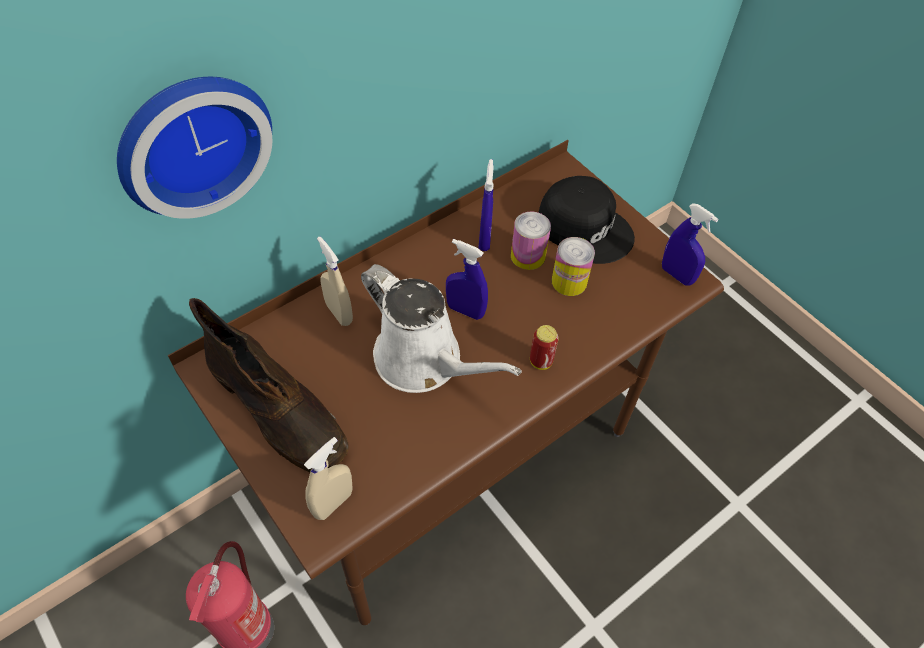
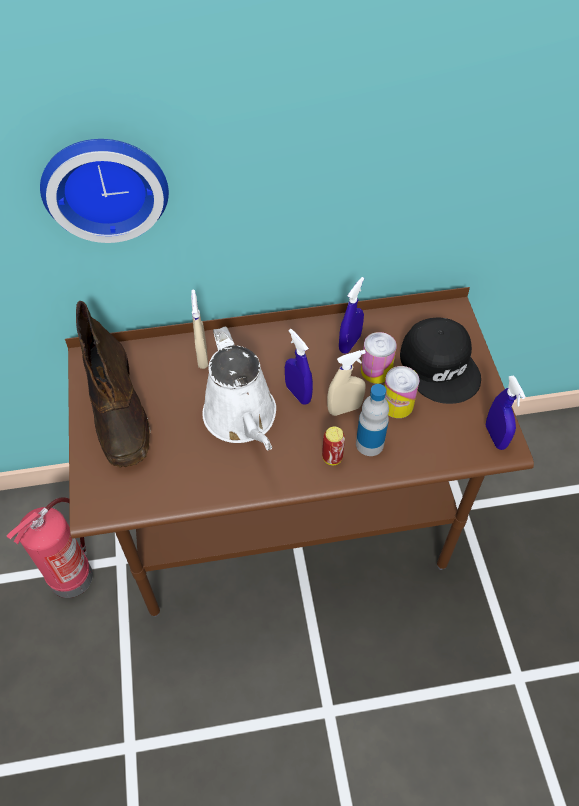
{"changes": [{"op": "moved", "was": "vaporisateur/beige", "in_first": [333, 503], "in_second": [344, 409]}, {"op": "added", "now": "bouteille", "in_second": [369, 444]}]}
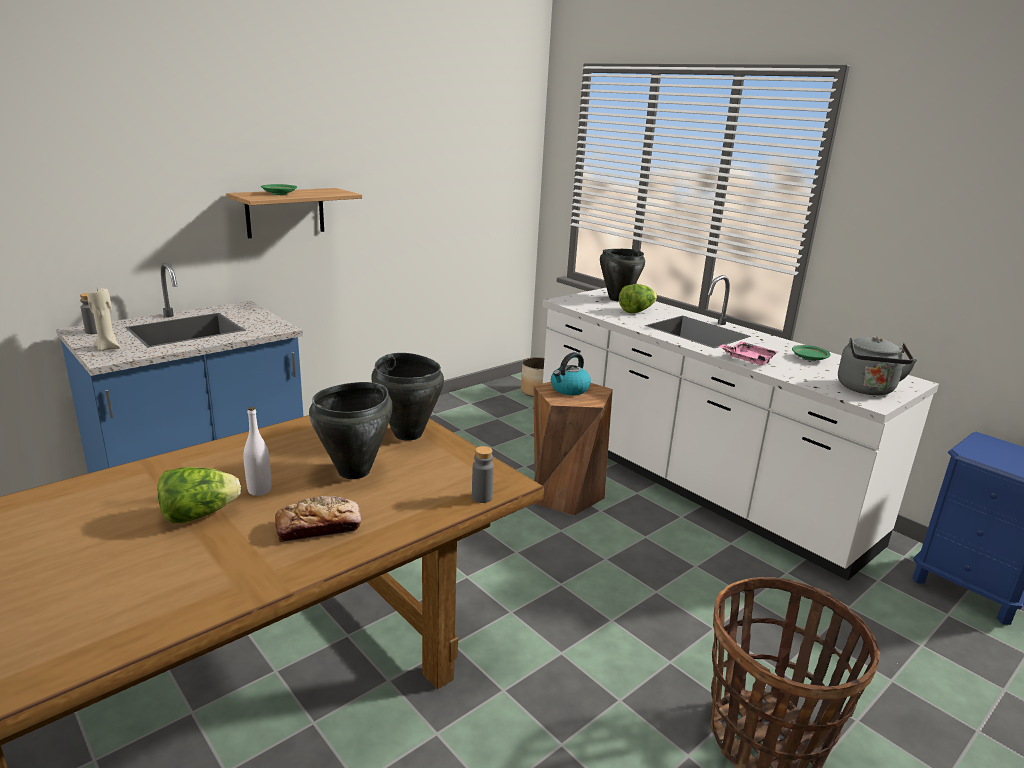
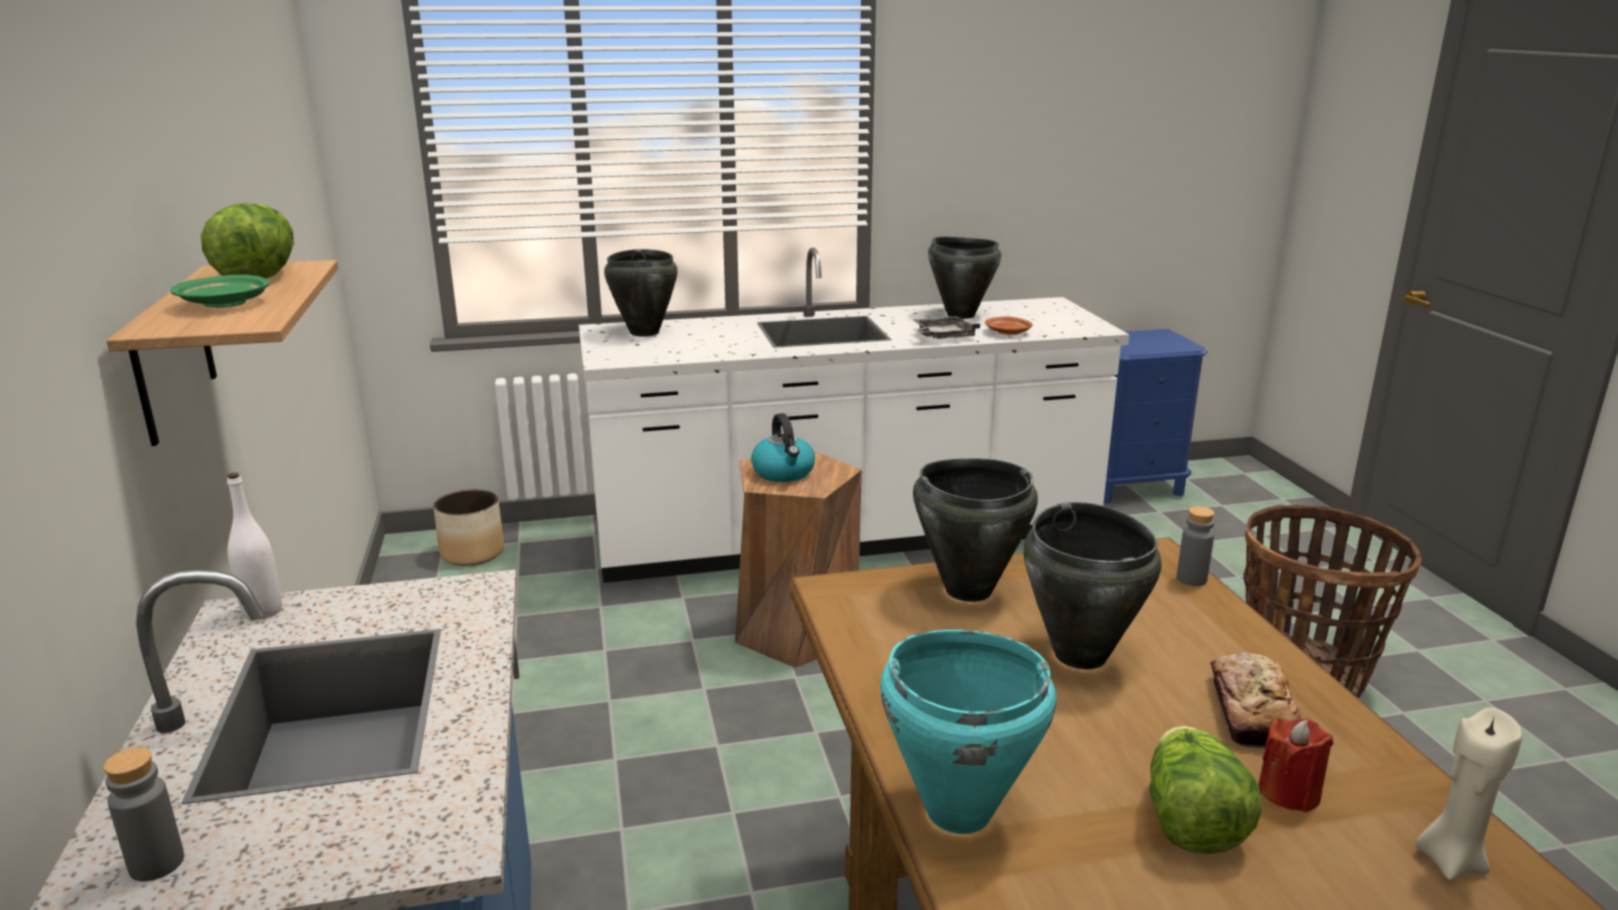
{"changes": [{"op": "moved", "was": "laitue", "in_first": [636, 311], "in_second": [260, 275]}, {"op": "moved", "was": "bougie/beige", "in_first": [108, 348], "in_second": [1450, 860]}, {"op": "removed", "was": "bouilloire/gris", "in_first": [867, 390]}, {"op": "recoloured", "was": "plateau/rose", "now": "plateau/gris", "in_first": [748, 359], "in_second": [942, 336]}, {"op": "replaced", "was": "assiette/vert", "now": "marmite/noir", "in_first": [809, 358], "in_second": [960, 315]}, {"op": "moved", "was": "bouteille/blanc", "in_first": [259, 490], "in_second": [262, 611]}, {"op": "added", "now": "assiette/marron", "in_second": [1008, 333]}, {"op": "added", "now": "marmite/turquoise", "in_second": [957, 811]}, {"op": "added", "now": "bougie/rouge", "in_second": [1289, 792]}]}
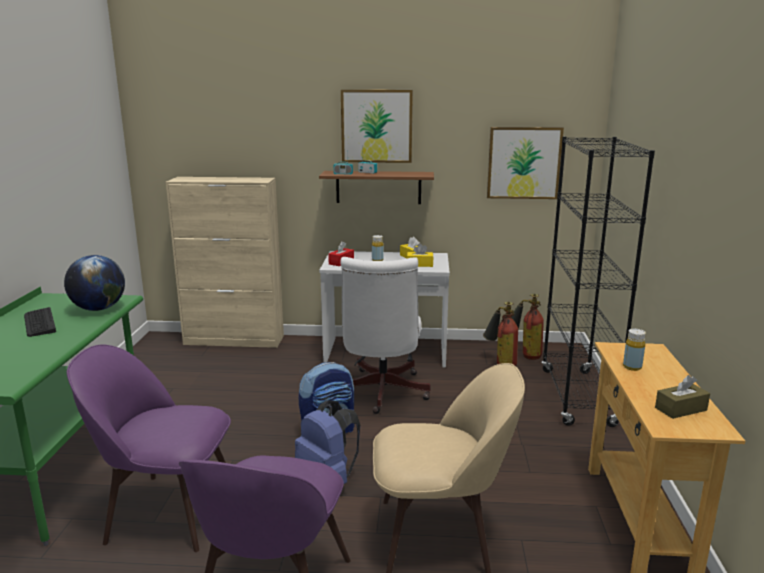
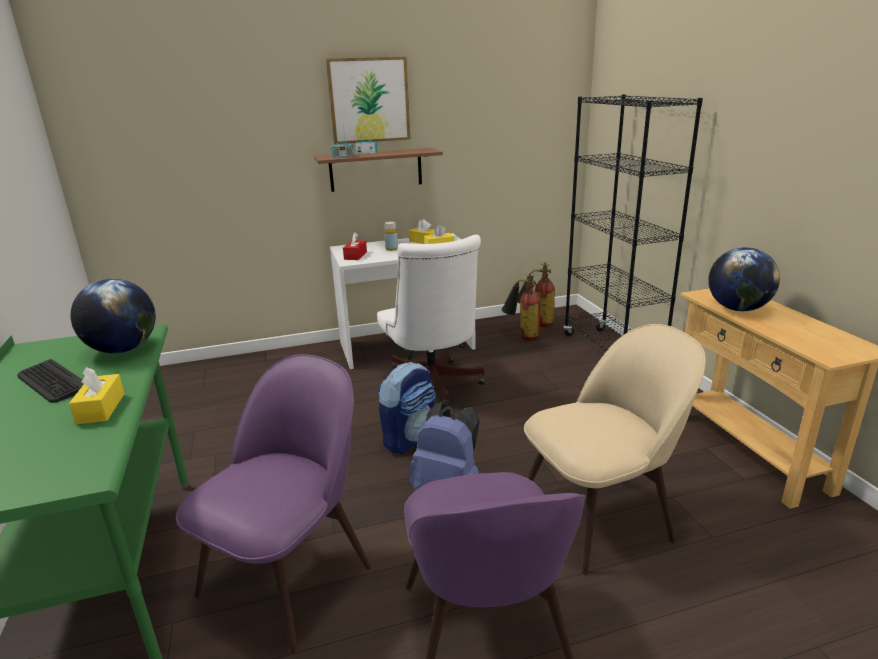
{"changes": [{"op": "removed", "was": "tableau", "in_first": [524, 163]}, {"op": "removed", "was": "meuble de rangement/beige", "in_first": [234, 340]}, {"op": "replaced", "was": "bouteille/jaune", "now": "globe", "in_first": [632, 367], "in_second": [737, 309]}, {"op": "turned", "was": "chaise/violet", "in_first": [166, 510], "in_second": [291, 575], "clockwise": 135}, {"op": "removed", "was": "boîte à mouchoirs/marron", "in_first": [680, 409]}, {"op": "added", "now": "boîte à mouchoirs/jaune", "in_second": [101, 408]}]}
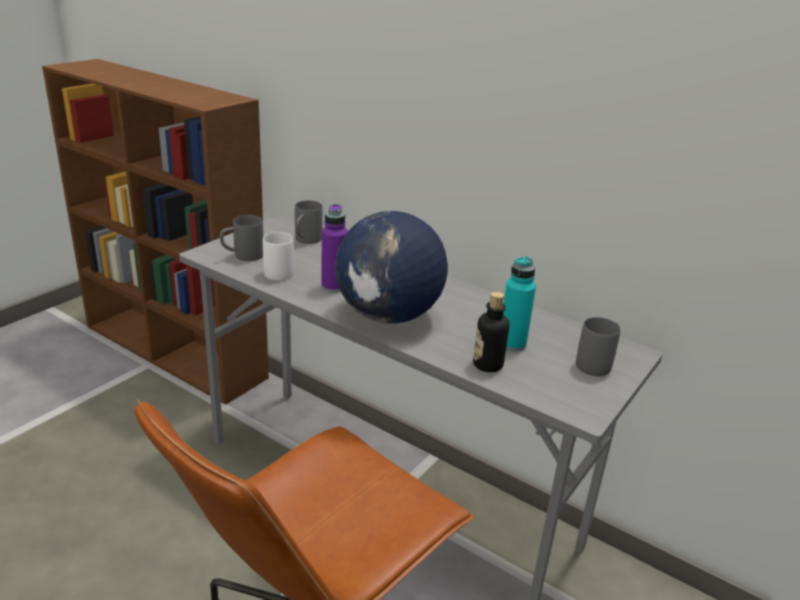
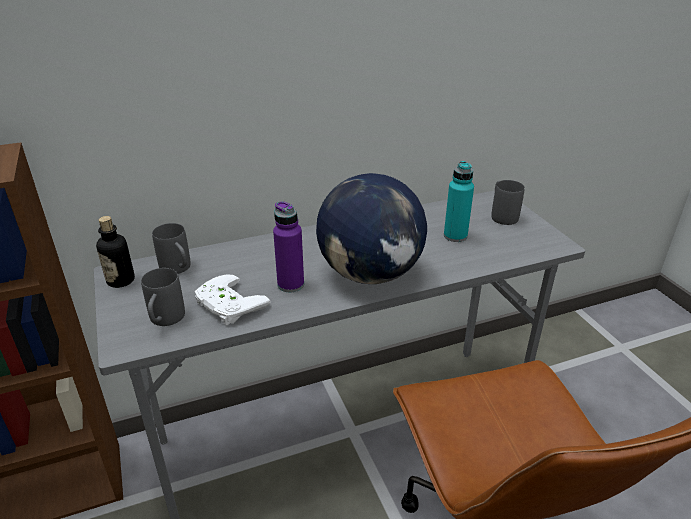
{"changes": [{"op": "replaced", "was": "mug/blanc", "now": "manette/blanc", "in_first": [281, 271], "in_second": [226, 305]}, {"op": "moved", "was": "bouteille", "in_first": [487, 365], "in_second": [121, 280]}]}
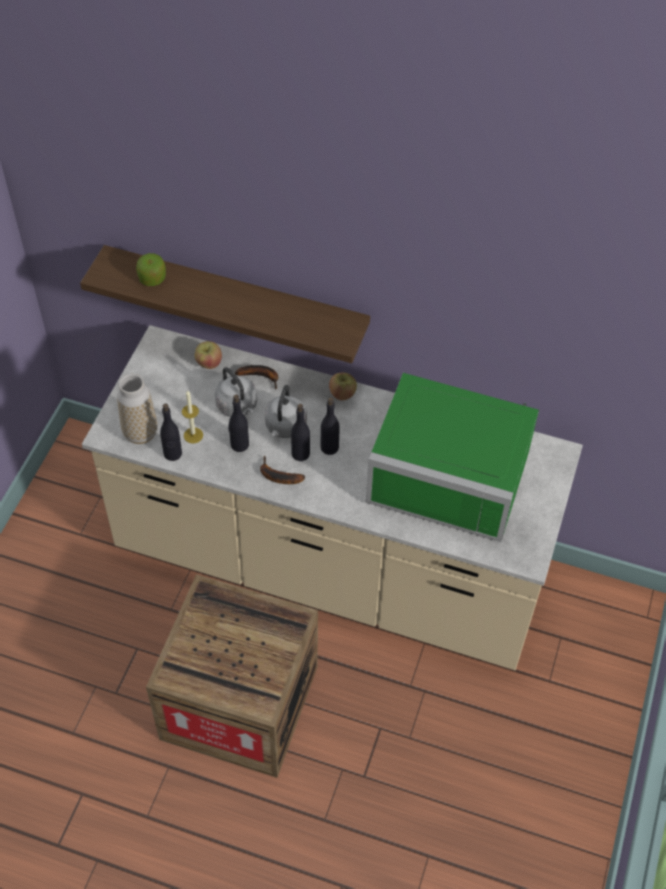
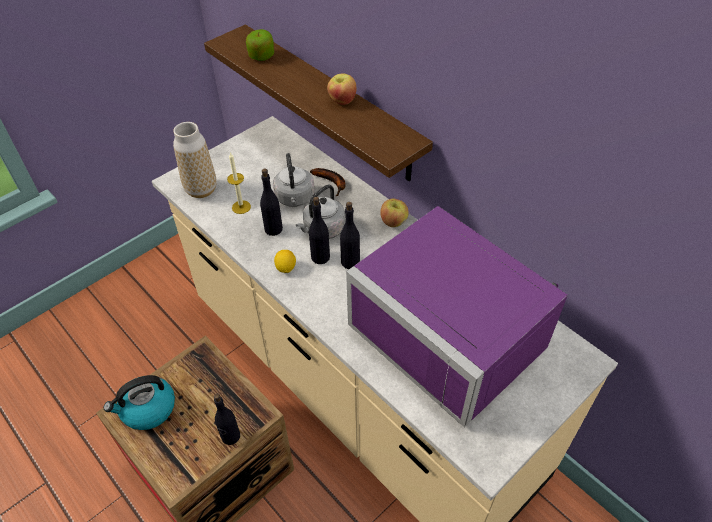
{"changes": [{"op": "moved", "was": "pomme", "in_first": [209, 363], "in_second": [342, 100]}, {"op": "recoloured", "was": "micro-ondes/vert", "now": "micro-ondes/violet", "in_first": [452, 471], "in_second": [456, 332]}, {"op": "moved", "was": "bouteille/noir", "in_first": [172, 454], "in_second": [230, 436]}, {"op": "replaced", "was": "banane", "now": "citron", "in_first": [277, 476], "in_second": [286, 268]}, {"op": "added", "now": "bouilloire", "in_second": [148, 409]}]}
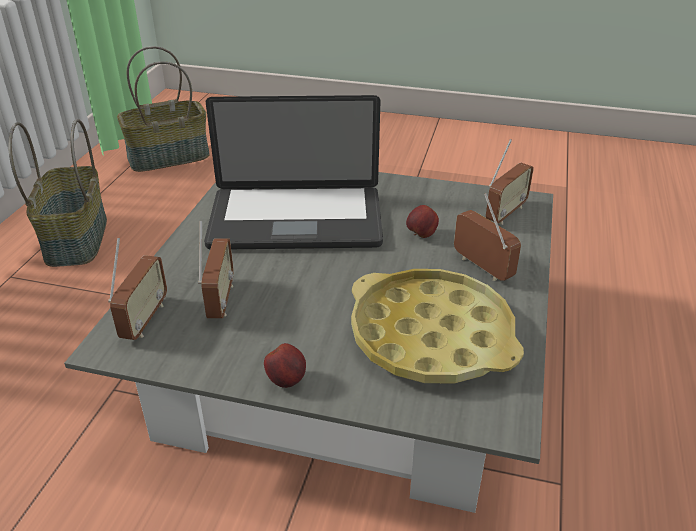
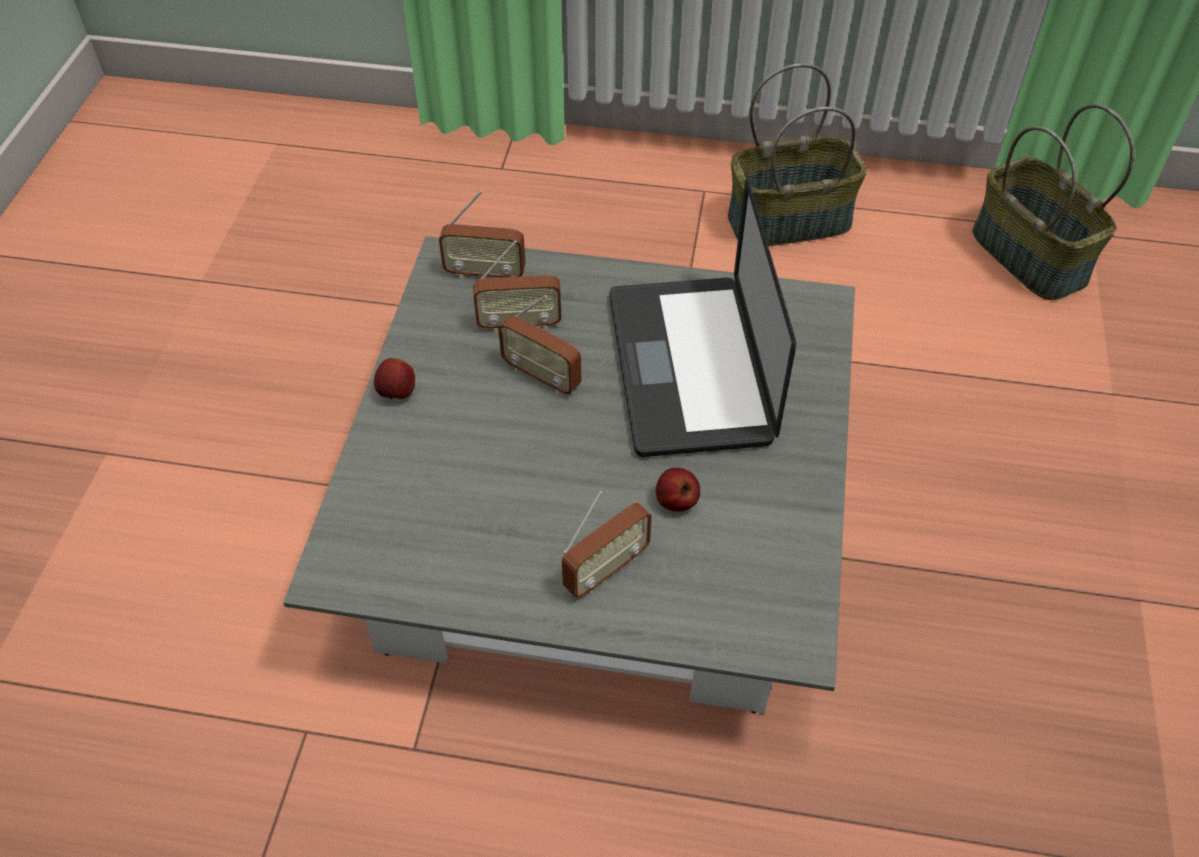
{"changes": [{"op": "moved", "was": "radio", "in_first": [505, 213], "in_second": [542, 376]}, {"op": "removed", "was": "plateau/jaune", "in_first": [431, 336]}]}
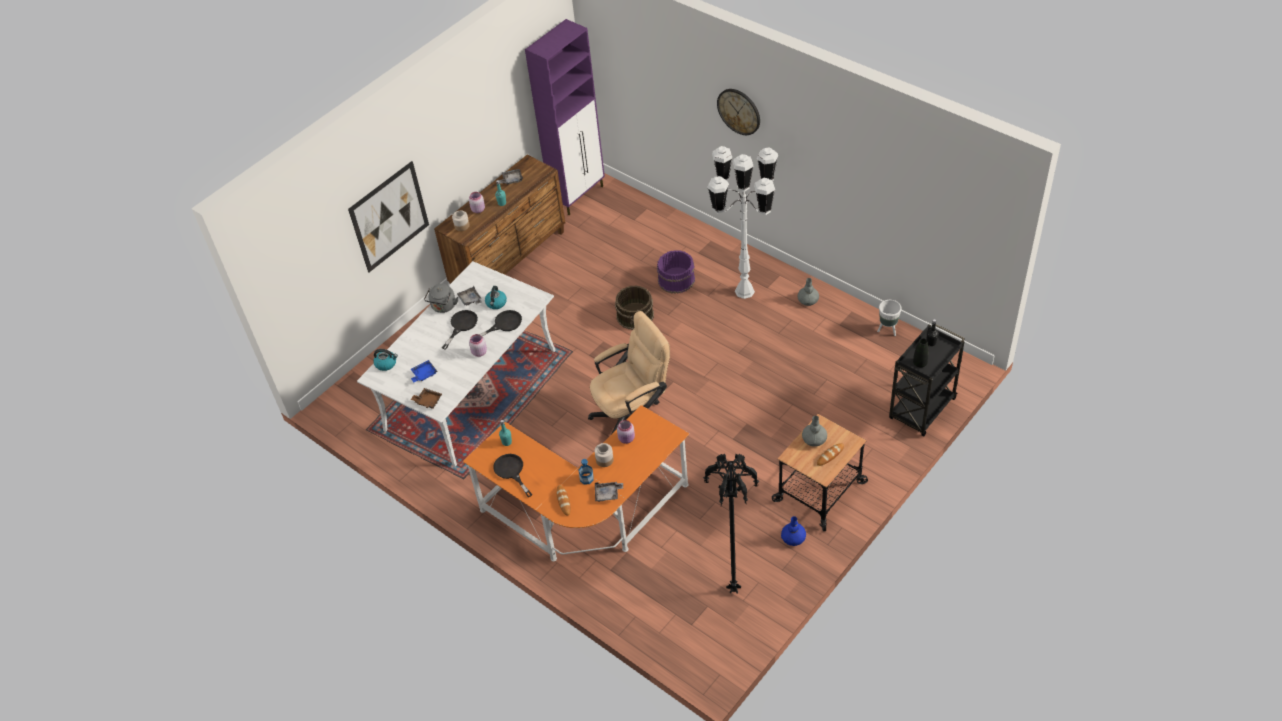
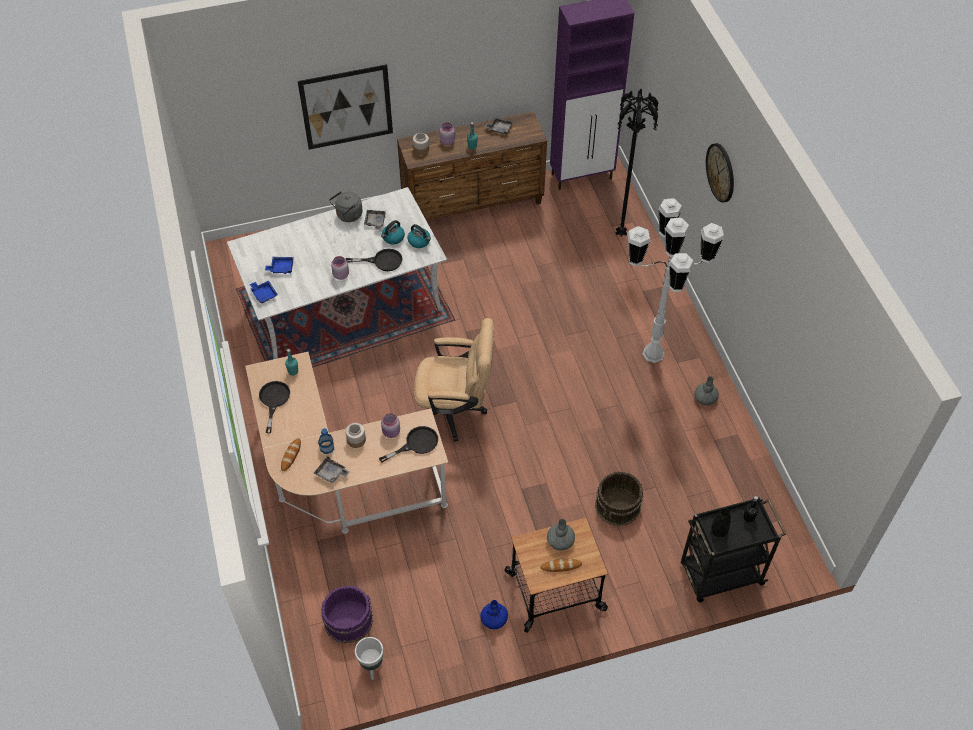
{"changes": [{"op": "moved", "was": "seau/violet", "in_first": [676, 279], "in_second": [348, 619]}, {"op": "moved", "was": "seau/marron", "in_first": [635, 315], "in_second": [618, 505]}, {"op": "moved", "was": "cache-pot/blanc", "in_first": [887, 330], "in_second": [372, 667]}, {"op": "moved", "was": "poêle/noir", "in_first": [461, 325], "in_second": [416, 444]}, {"op": "moved", "was": "bouilloire", "in_first": [386, 364], "in_second": [419, 241]}, {"op": "recoloured", "was": "plateau/marron", "now": "plateau/bleu", "in_first": [428, 401], "in_second": [264, 294]}, {"op": "recoloured", "was": "bureau/orange", "now": "bureau/beige", "in_first": [586, 516], "in_second": [339, 479]}, {"op": "moved", "was": "lampadaire/noir", "in_first": [734, 588], "in_second": [622, 234]}]}
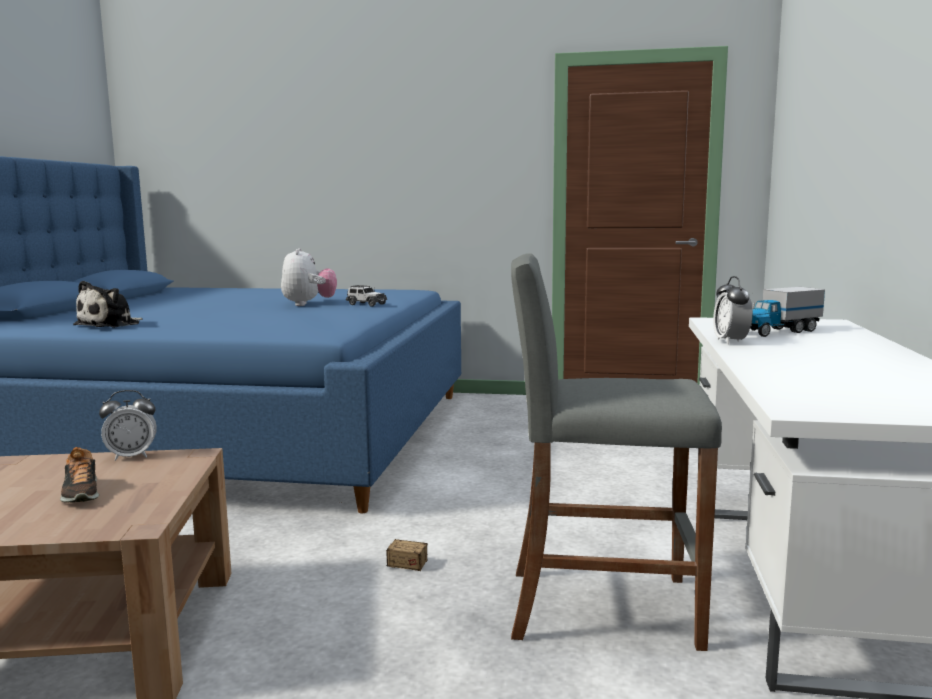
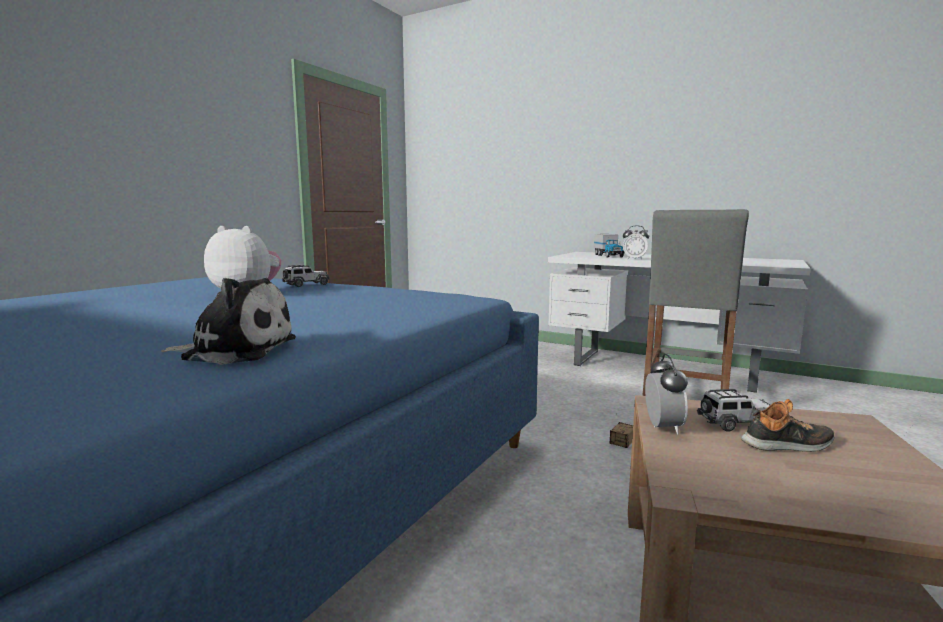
{"changes": [{"op": "turned", "was": "peluche", "in_first": [111, 325], "in_second": [236, 350], "clockwise": -45}, {"op": "added", "now": "petite voiture", "in_second": [736, 423]}]}
